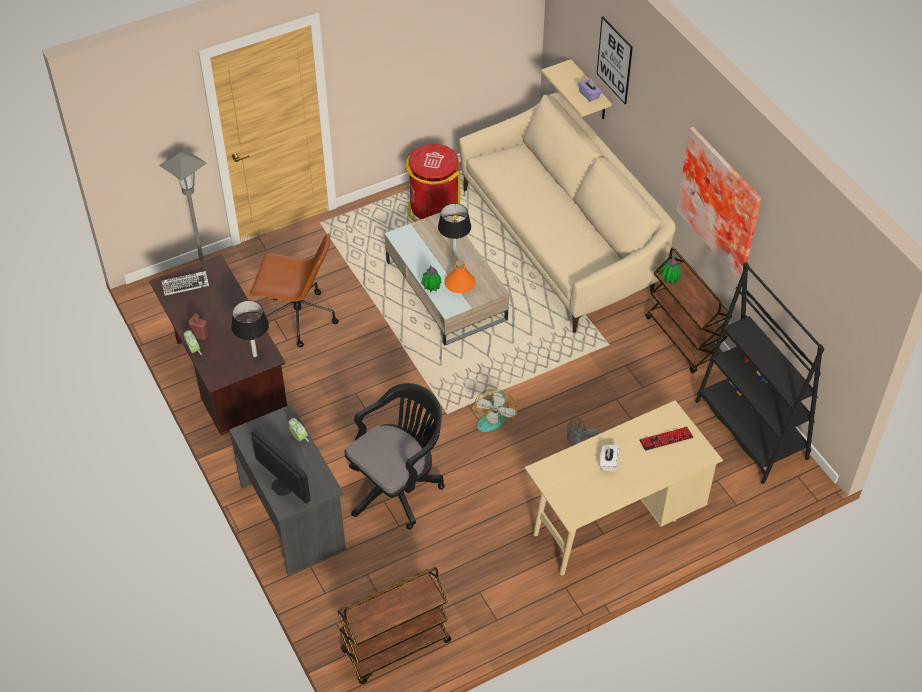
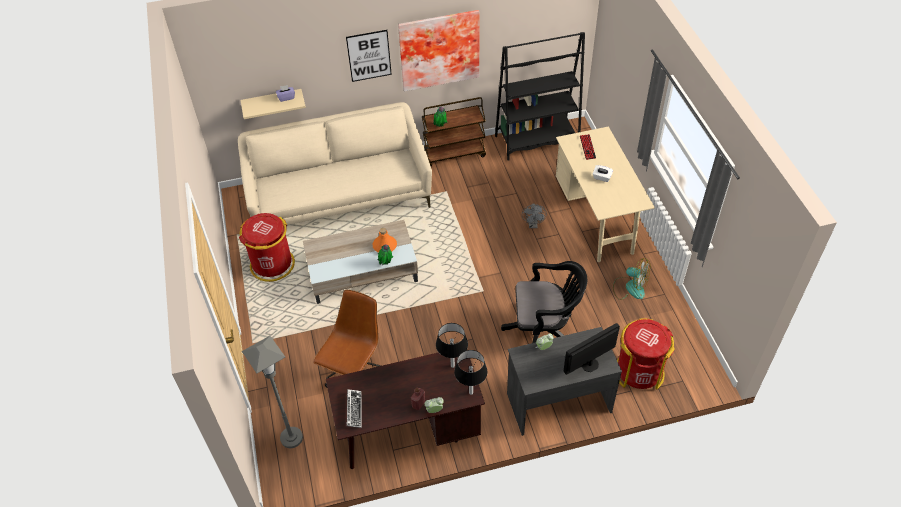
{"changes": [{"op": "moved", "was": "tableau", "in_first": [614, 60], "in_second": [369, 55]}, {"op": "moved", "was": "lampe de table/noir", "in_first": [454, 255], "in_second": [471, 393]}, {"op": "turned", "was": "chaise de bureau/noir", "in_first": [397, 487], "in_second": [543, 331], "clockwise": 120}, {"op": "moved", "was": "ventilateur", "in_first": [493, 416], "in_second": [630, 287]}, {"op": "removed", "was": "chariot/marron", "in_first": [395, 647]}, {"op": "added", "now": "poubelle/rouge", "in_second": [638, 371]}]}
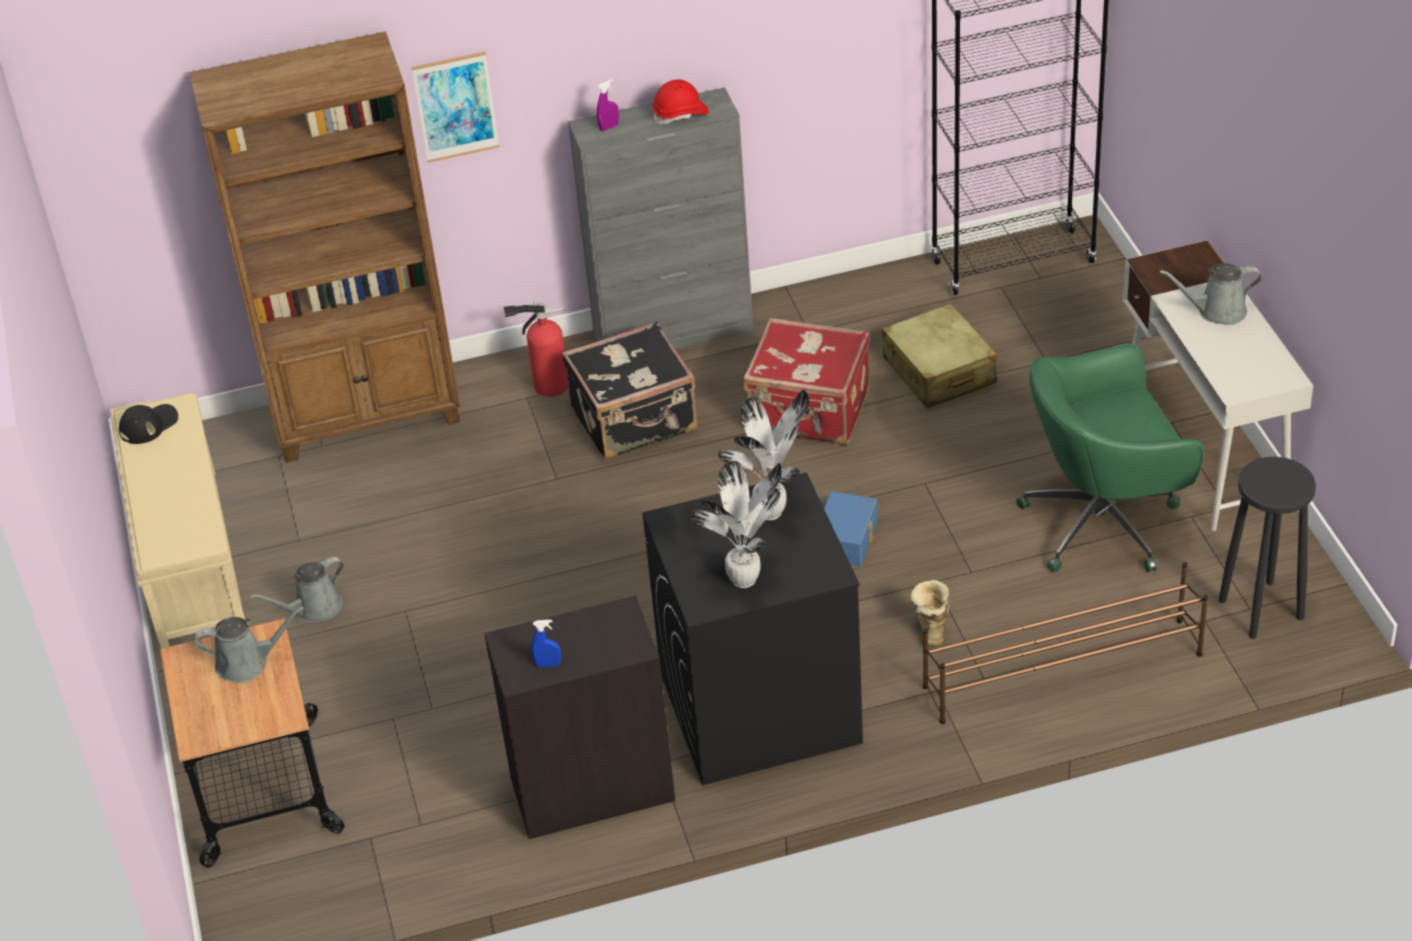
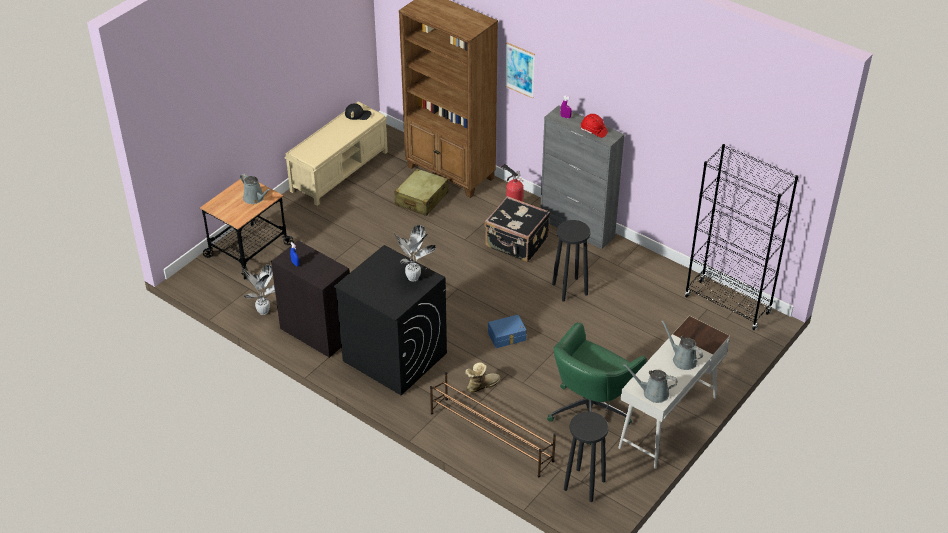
{"changes": [{"op": "moved", "was": "valise/beige", "in_first": [939, 371], "in_second": [421, 199]}, {"op": "replaced", "was": "valise/rouge", "now": "tabouret/noir", "in_first": [810, 412], "in_second": [570, 289]}, {"op": "turned", "was": "chaise de bureau/vert", "in_first": [1105, 522], "in_second": [590, 410], "clockwise": -90}, {"op": "moved", "was": "plante en pot", "in_first": [746, 580], "in_second": [263, 312]}, {"op": "moved", "was": "arrosoir/gris", "in_first": [314, 609], "in_second": [653, 393]}]}
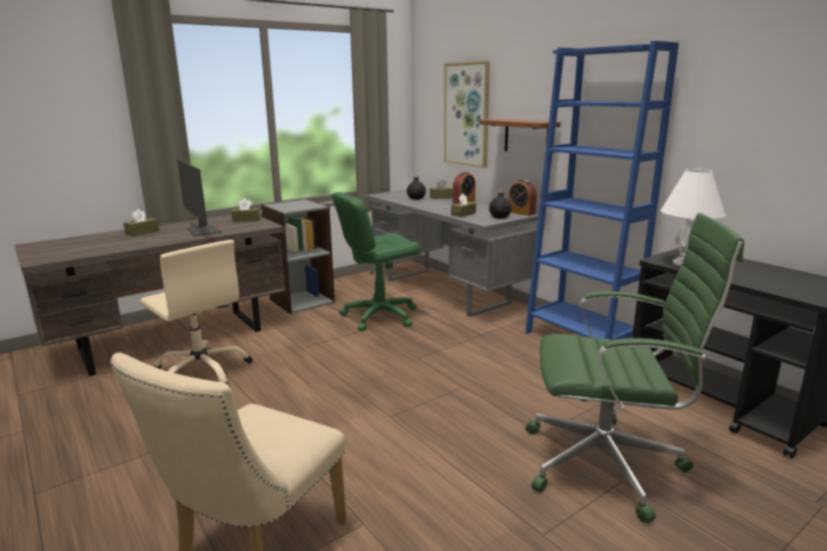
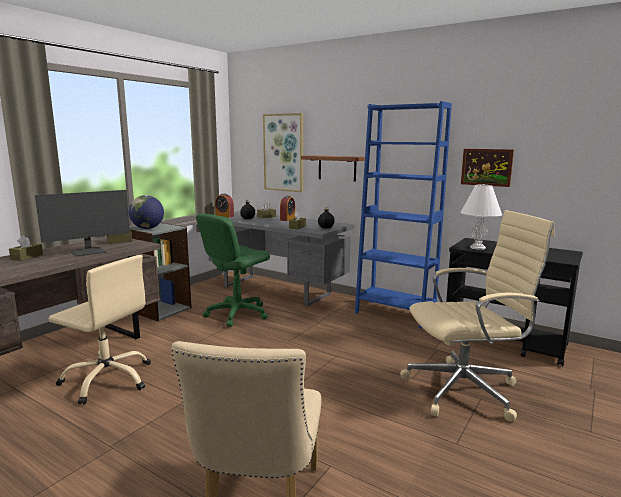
{"changes": [{"op": "turned", "was": "écran d'ordinateur", "in_first": [202, 231], "in_second": [88, 252], "clockwise": -75}, {"op": "moved", "was": "réveil", "in_first": [521, 213], "in_second": [224, 216]}, {"op": "recoloured", "was": "chaise de bureau/vert", "now": "chaise de bureau/beige", "in_first": [607, 464], "in_second": [465, 390]}, {"op": "added", "now": "tableau", "in_second": [486, 167]}, {"op": "added", "now": "globe", "in_second": [147, 228]}]}
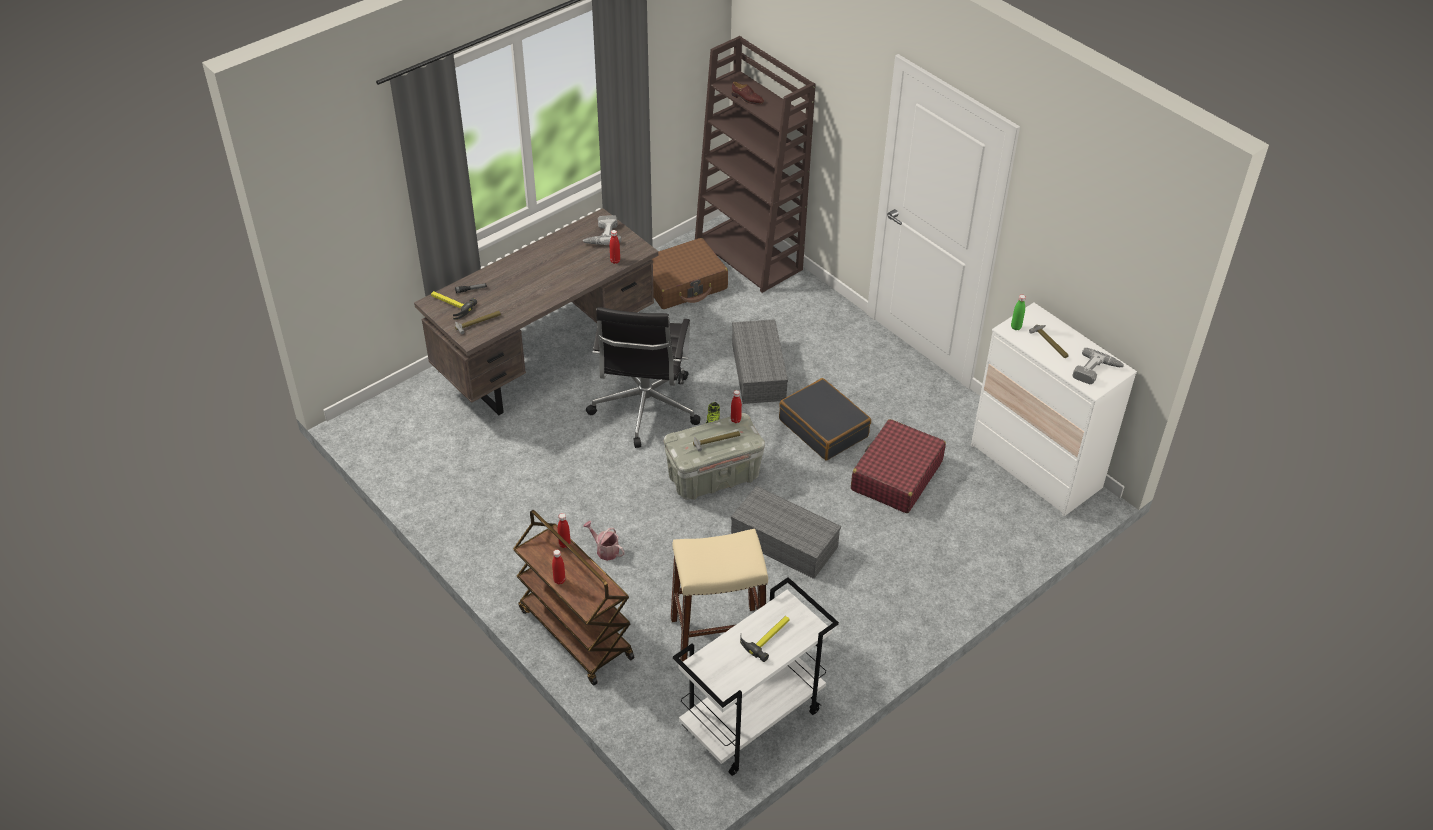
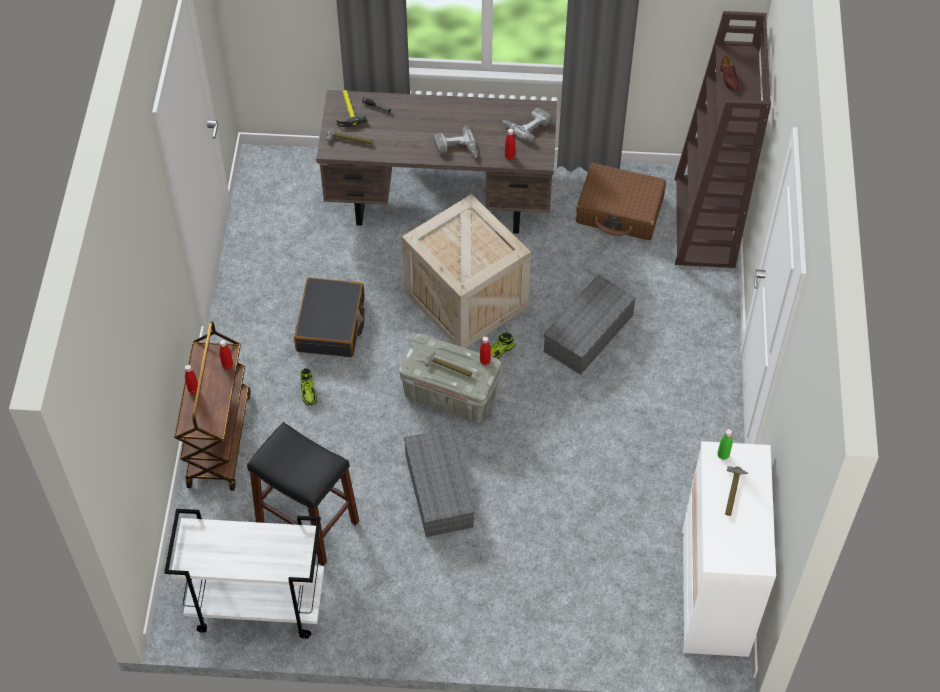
{"changes": [{"op": "replaced", "was": "chaise de bureau/noir", "now": "caisse", "in_first": [644, 409], "in_second": [464, 299]}, {"op": "moved", "was": "perceuse", "in_first": [1096, 372], "in_second": [456, 149]}, {"op": "moved", "was": "valise/noir", "in_first": [824, 428], "in_second": [331, 325]}, {"op": "removed", "was": "valise/rouge", "in_first": [896, 476]}, {"op": "replaced", "was": "arrosoir", "now": "chaussure", "in_first": [605, 550], "in_second": [308, 391]}, {"op": "recoloured", "was": "tabouret/beige", "now": "tabouret/noir", "in_first": [718, 636], "in_second": [307, 523]}, {"op": "removed", "was": "marteau", "in_first": [767, 636]}]}
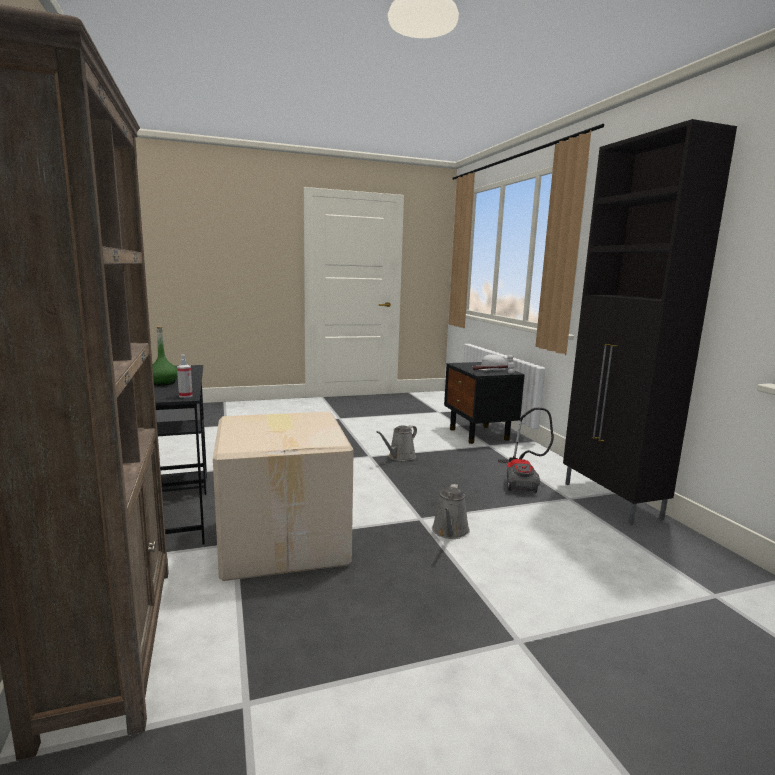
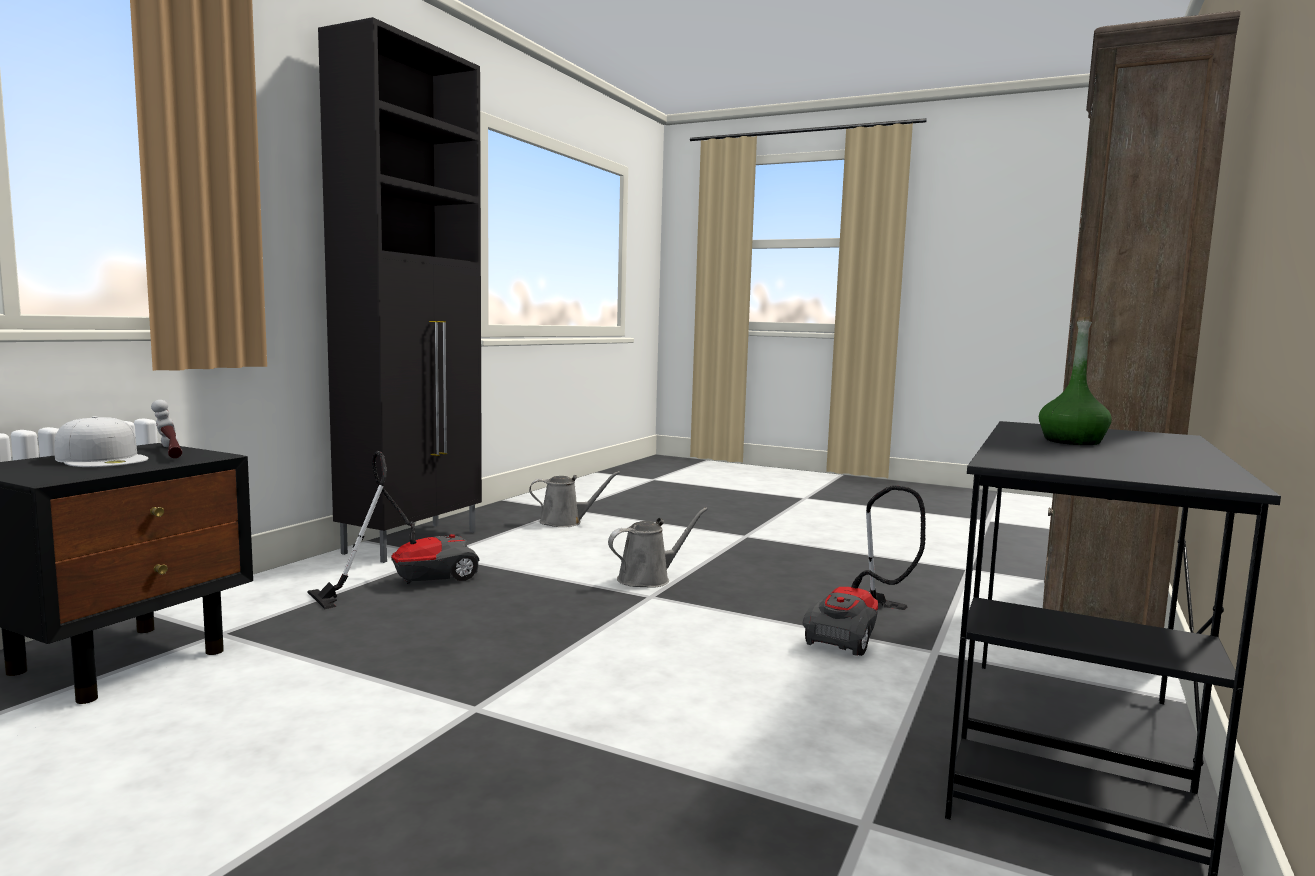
{"changes": [{"op": "removed", "was": "vaporisateur", "in_first": [185, 396]}, {"op": "replaced", "was": "carton", "now": "aspirateur", "in_first": [285, 540], "in_second": [859, 633]}, {"op": "moved", "was": "arrosoir/gris", "in_first": [400, 457], "in_second": [565, 522]}]}
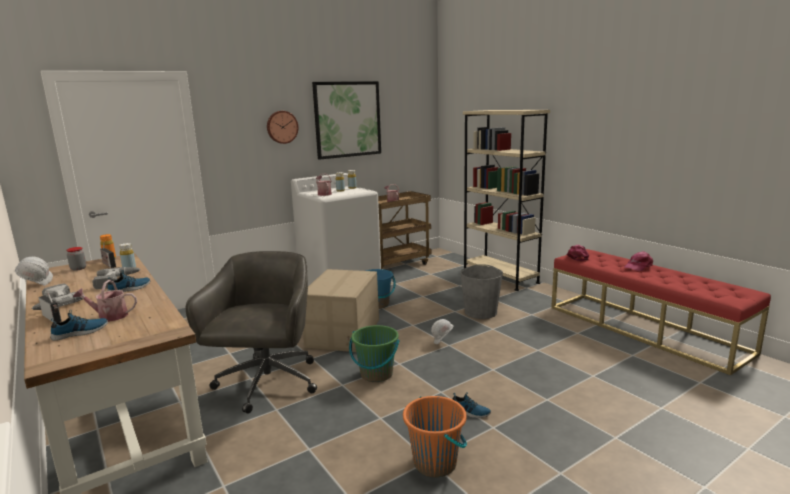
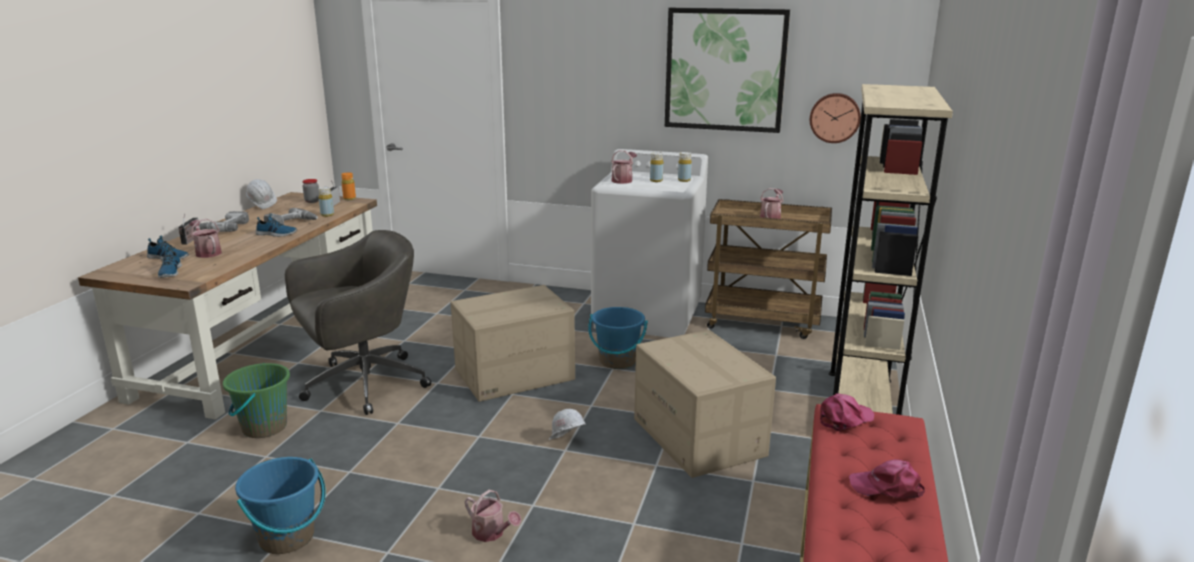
{"changes": [{"op": "moved", "was": "horloge murale", "in_first": [282, 127], "in_second": [835, 117]}, {"op": "replaced", "was": "seau/gris", "now": "carton", "in_first": [481, 312], "in_second": [700, 437]}, {"op": "moved", "was": "seau/vert", "in_first": [376, 374], "in_second": [264, 427]}, {"op": "moved", "was": "chaussure", "in_first": [470, 412], "in_second": [169, 272]}, {"op": "recoloured", "was": "seau/orange", "now": "seau/bleu", "in_first": [435, 463], "in_second": [287, 538]}, {"op": "added", "now": "arrosoir", "in_second": [492, 533]}]}
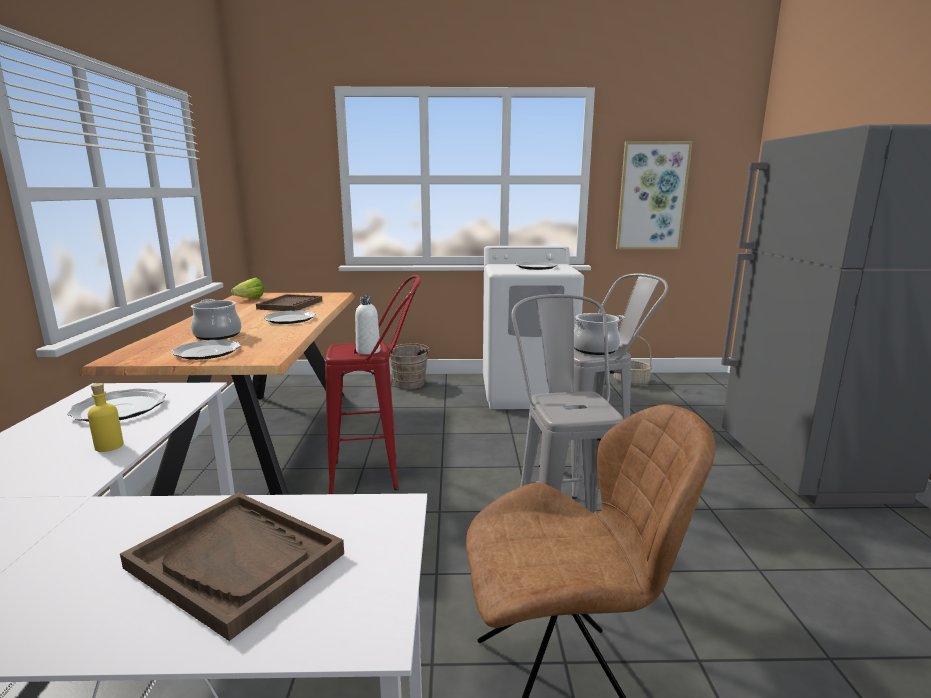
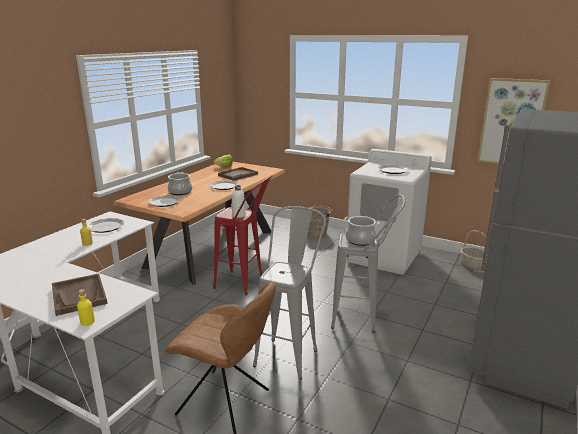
{"changes": [{"op": "added", "now": "bouteille/jaune", "in_second": [87, 322]}]}
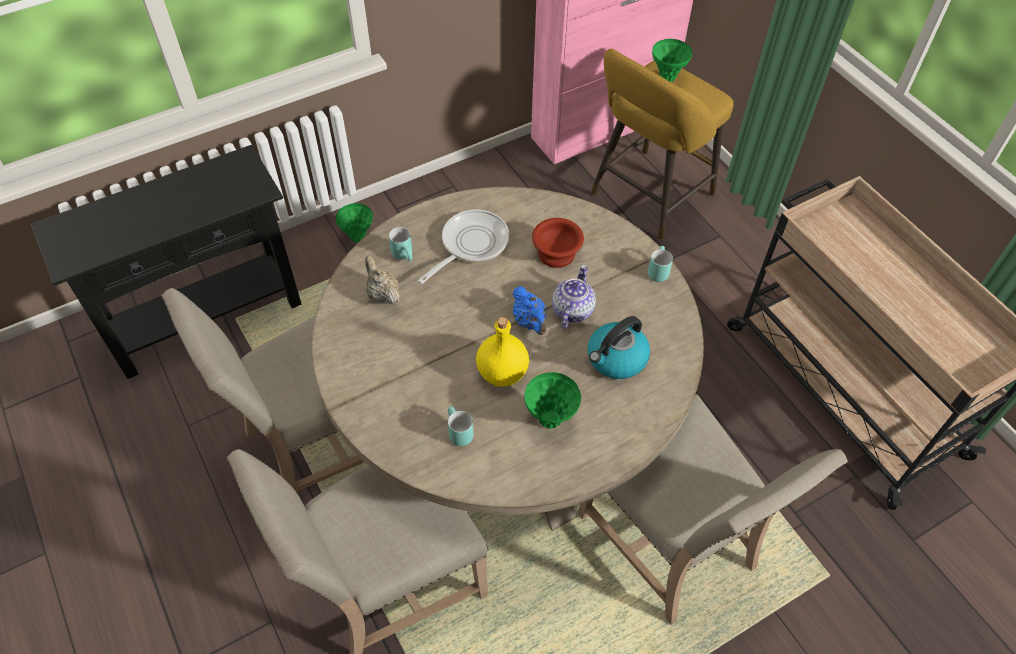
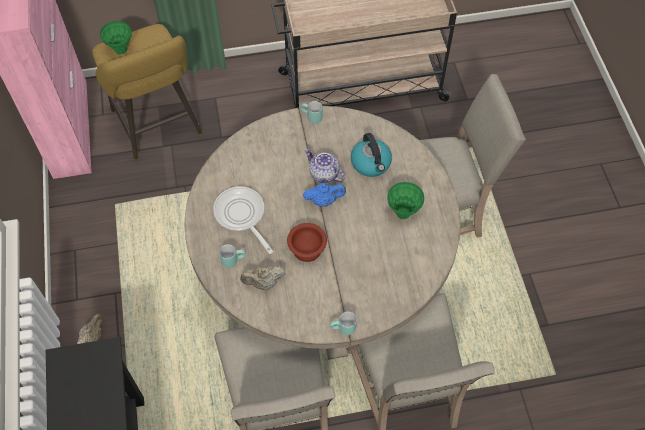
{"changes": [{"op": "replaced", "was": "vase/vert", "now": "théière/beige", "in_first": [358, 237], "in_second": [92, 336]}, {"op": "moved", "was": "bol/marron", "in_first": [558, 254], "in_second": [308, 248]}, {"op": "removed", "was": "bouteille/jaune", "in_first": [501, 373]}, {"op": "moved", "was": "mug/turquoise", "in_first": [457, 432], "in_second": [343, 329]}]}
